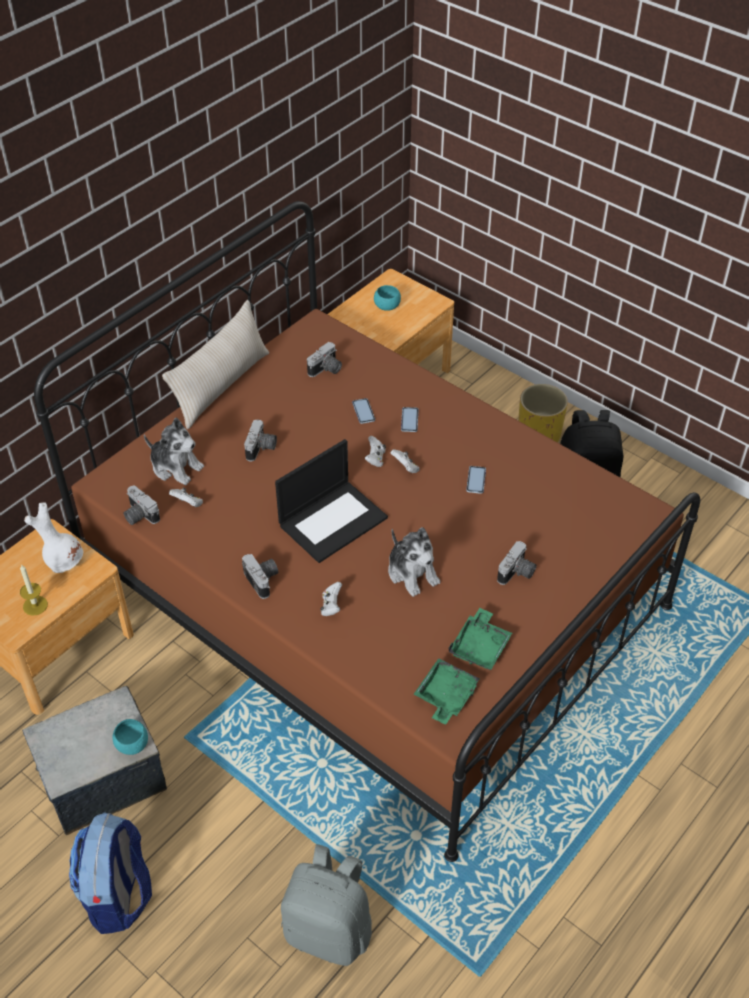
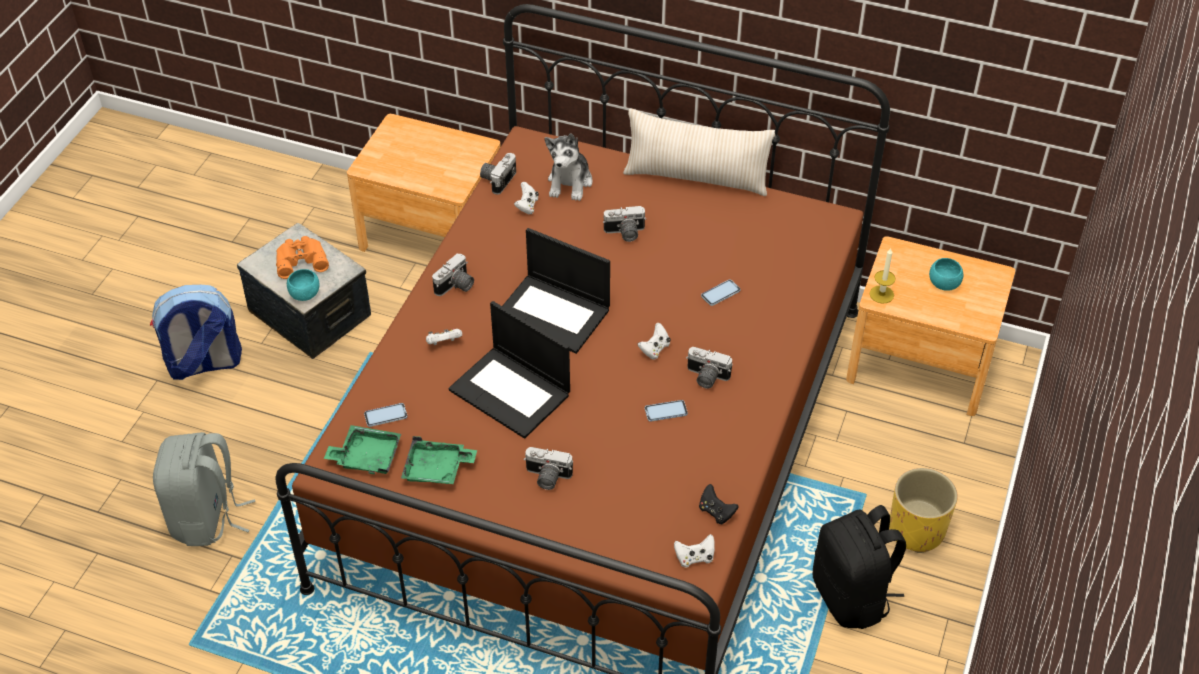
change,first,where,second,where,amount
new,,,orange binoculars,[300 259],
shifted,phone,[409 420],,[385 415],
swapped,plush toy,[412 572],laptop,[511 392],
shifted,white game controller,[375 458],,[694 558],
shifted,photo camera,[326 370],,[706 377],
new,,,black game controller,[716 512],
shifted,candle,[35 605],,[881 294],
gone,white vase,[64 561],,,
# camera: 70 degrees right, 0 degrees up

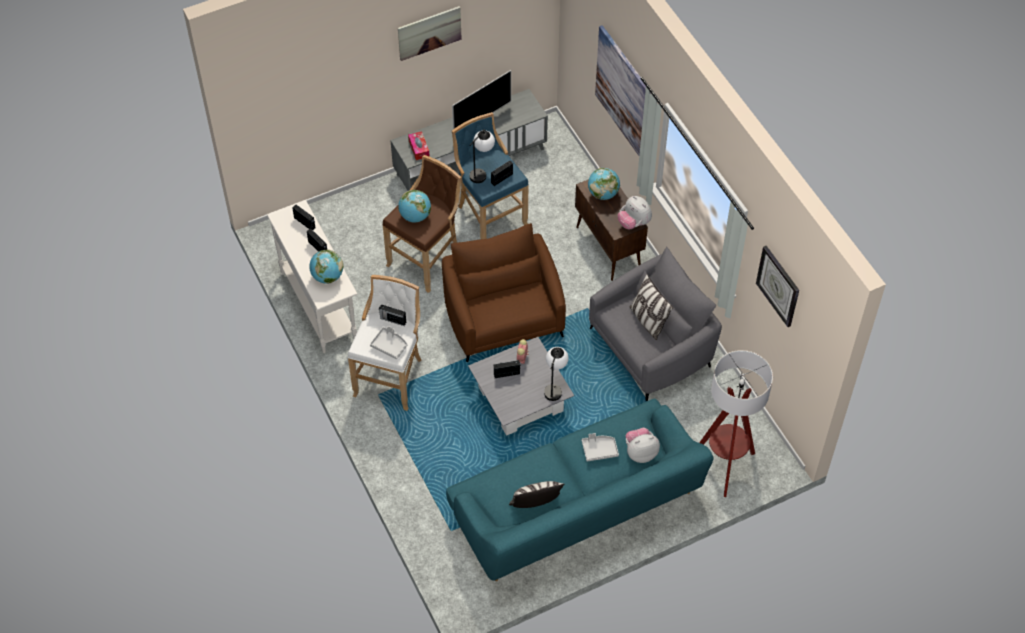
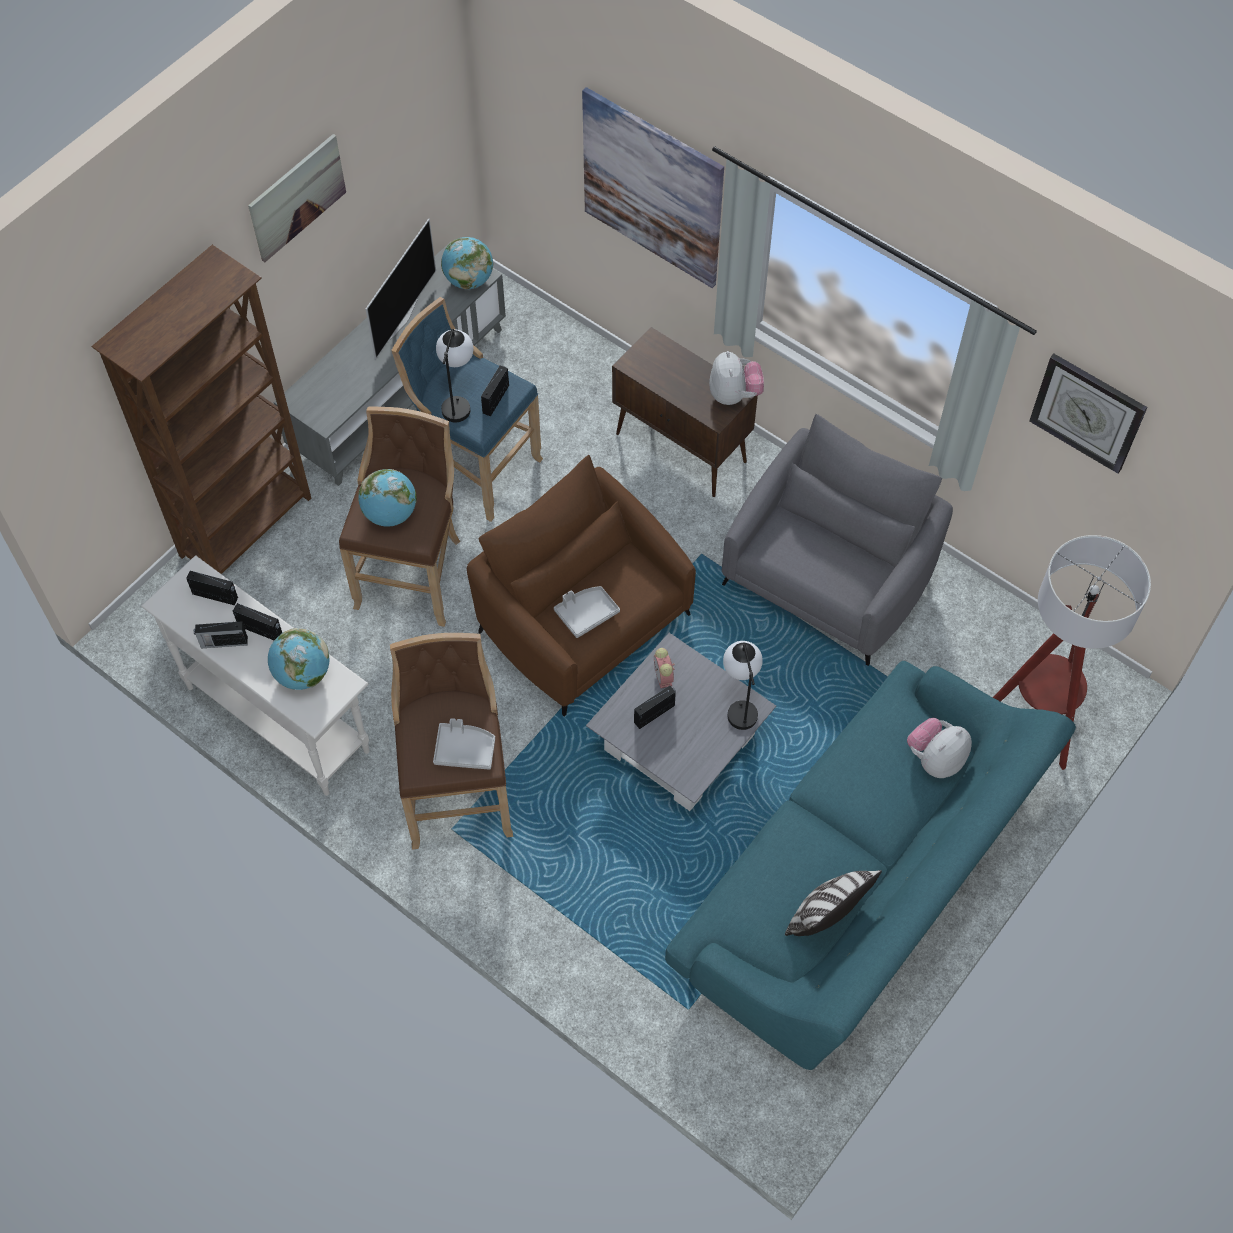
change,first,where,second,where,amount
new,,,brown bookcase,[248 527],
shifted,radio,[392 320],,[223 642],
repainted,white stool,[391 376],brown stool,[457 789],
shifted,globe,[603 194],,[469 280],
shifted,grey tray,[599 450],,[586 614],
rotated,plush toy,[634 223],,[734 395],120 degrees counterclockwise
gone,tissue box,[419 148],,,
gone,pillow,[648 321],,,
# camera: 25 degrees left, 5 degrees up

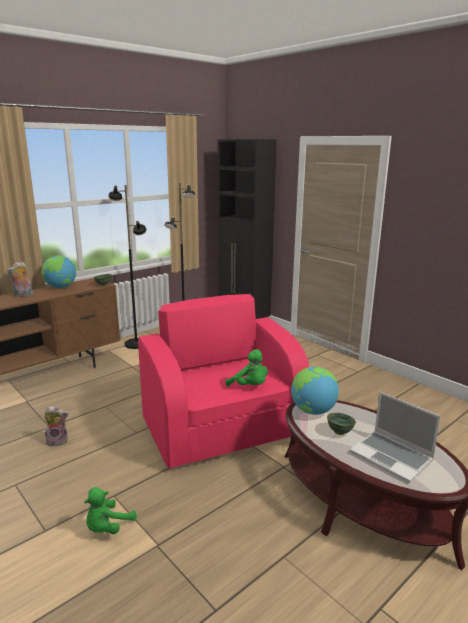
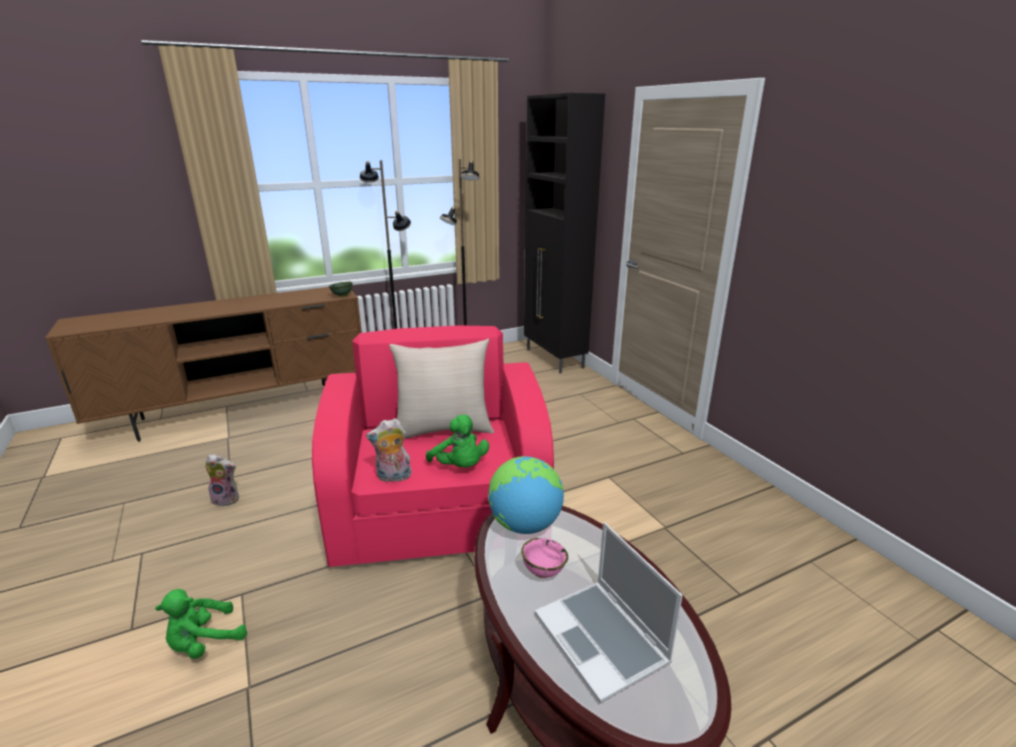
change,first,where,second,where,amount
shifted,plush toy,[22 295],,[393 477],
new,,,beige pillow,[443 429],
repainted,green bowl,[339 432],pink bowl,[542 571],
gone,globe,[60 287],,,
# camera: 15 degrees right, 5 degrees up

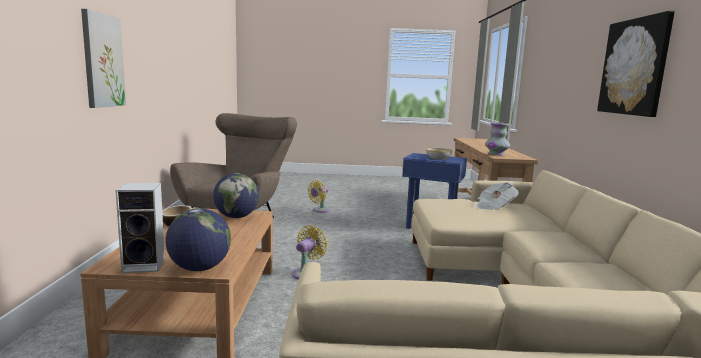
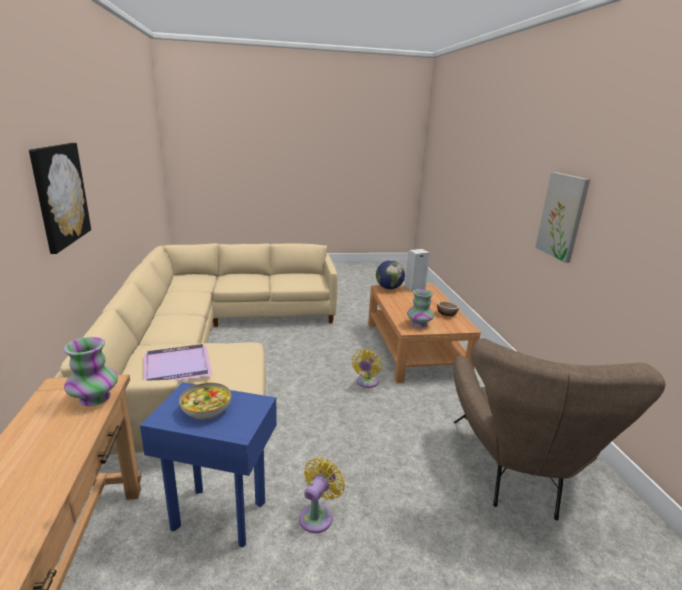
change,first,where,second,where,amount
swapped,newspaper,[494 207],purple tray,[178 365],
shifted,yellow fan,[319 210],,[318 515],
swapped,globe,[236 217],vase,[419 324],
# camera: 170 degrees right, 10 degrees up

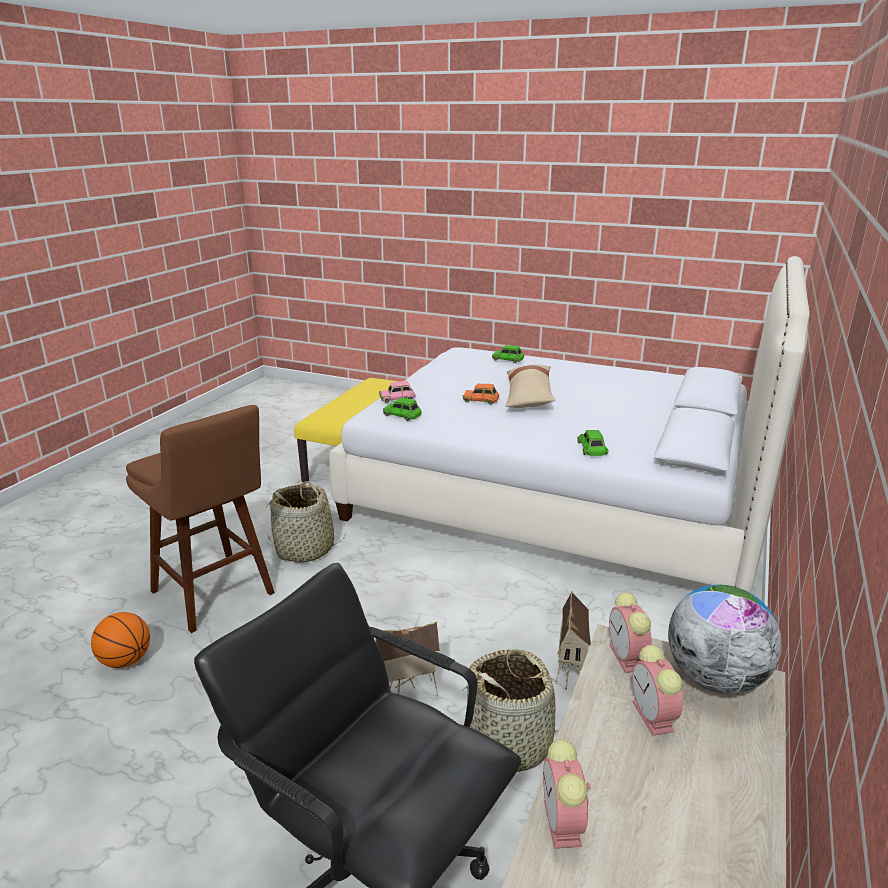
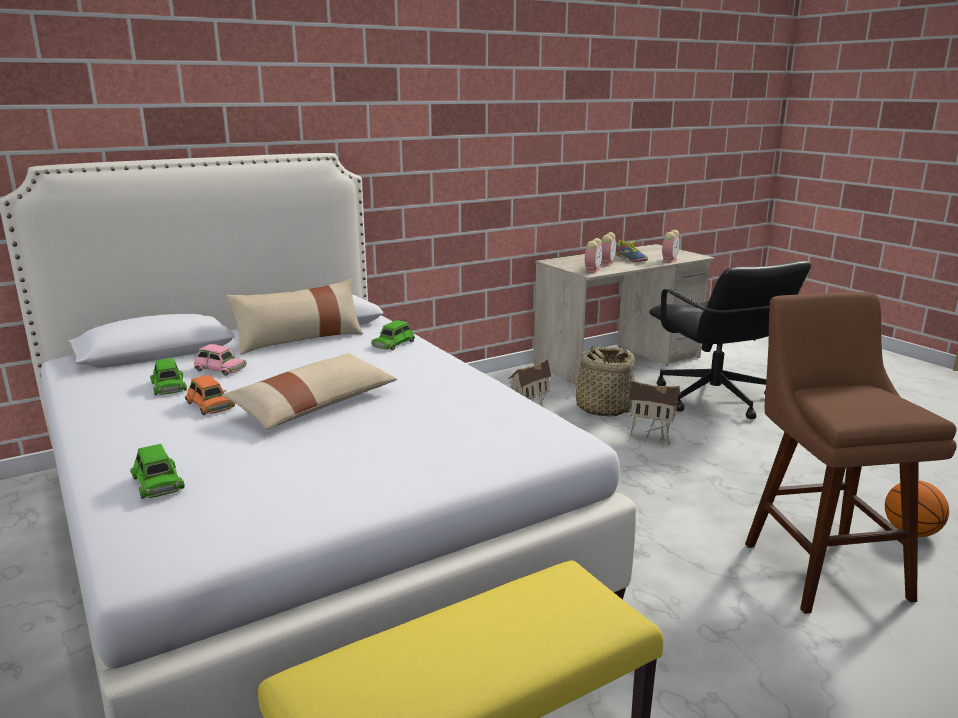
change,first,where,second,where,amount
shifted,green toy car,[402 415],,[168 386],
shifted,orange toy car,[481 400],,[209 404],
shifted,pink toy car,[397 398],,[220 368],
new,,,beige pillow,[300 340],
new,,,shoe,[631 259],
gone,basket,[305 549],,,
gone,globe,[715 678],,,
# camera: 145 degrees left, 5 degrees down

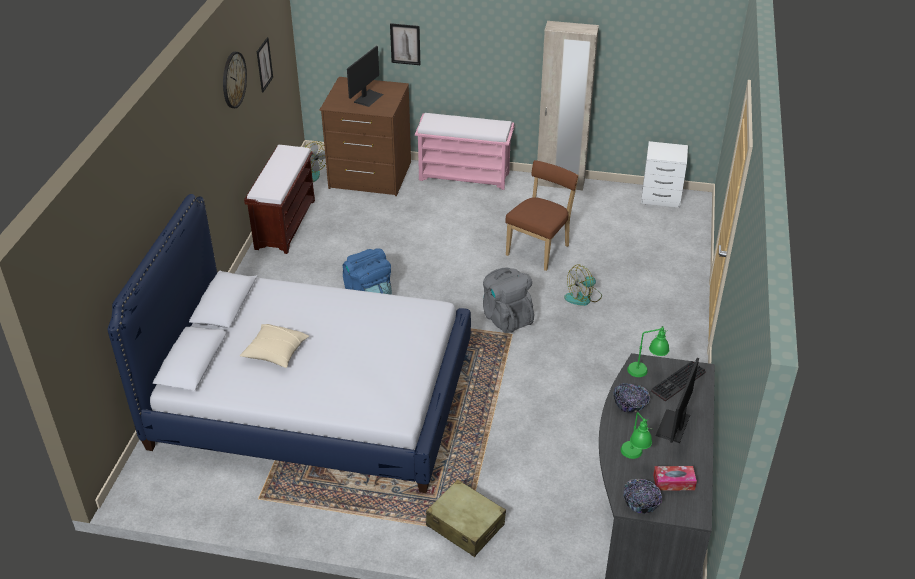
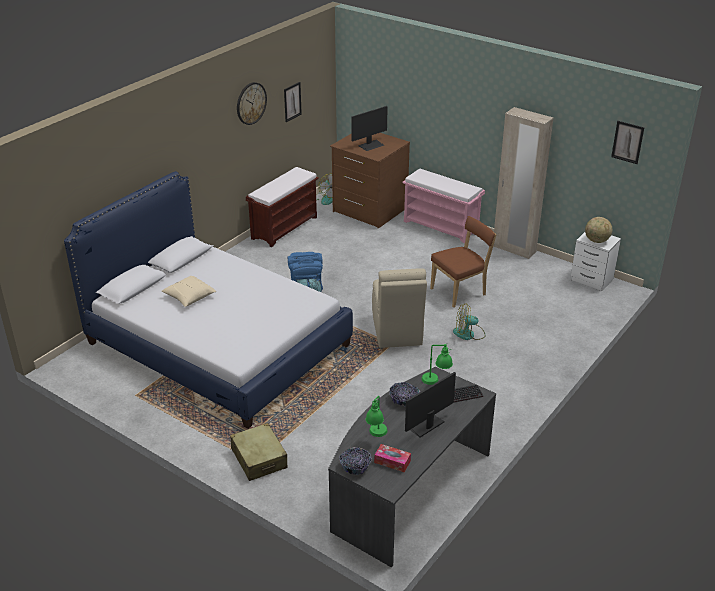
change,first,where,second,where,amount
swapped,grey backpack,[506 317],beige chair,[397 331],
new,,,globe,[596 241],
shifted,picture,[405 44],,[627 142],
# camera: 25 degrees right, 5 degrees down

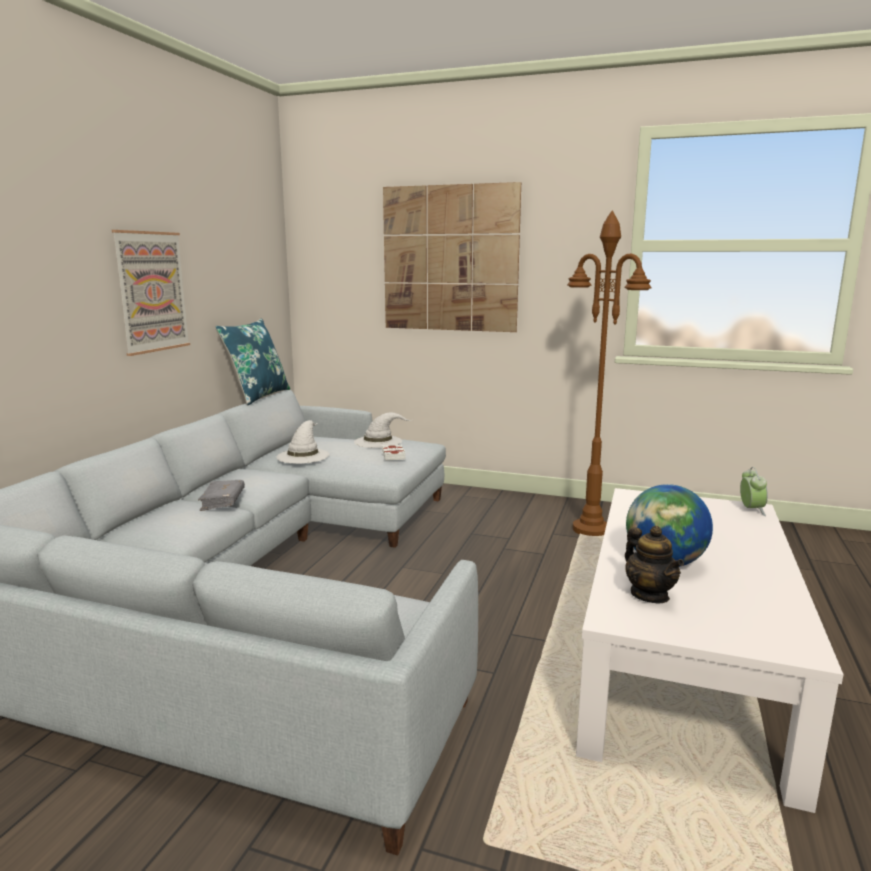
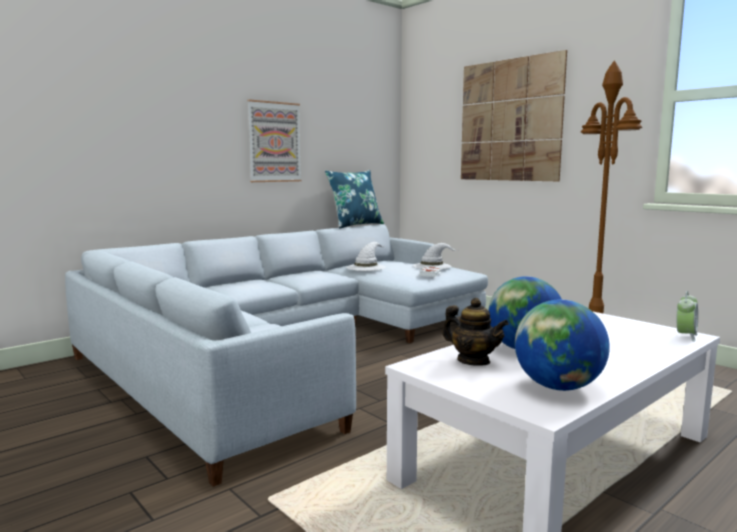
change,first,where,second,where,amount
rotated,teapot,[649 595],,[473 361],60 degrees counterclockwise
new,,,globe,[558 387],
gone,grey book,[223 501],,,
# camera: 30 degrees right, 5 degrees down

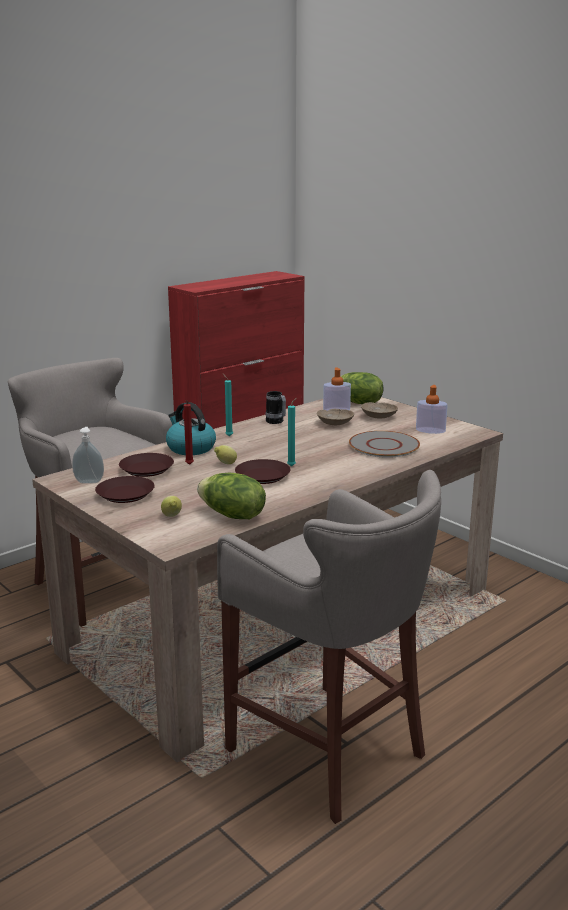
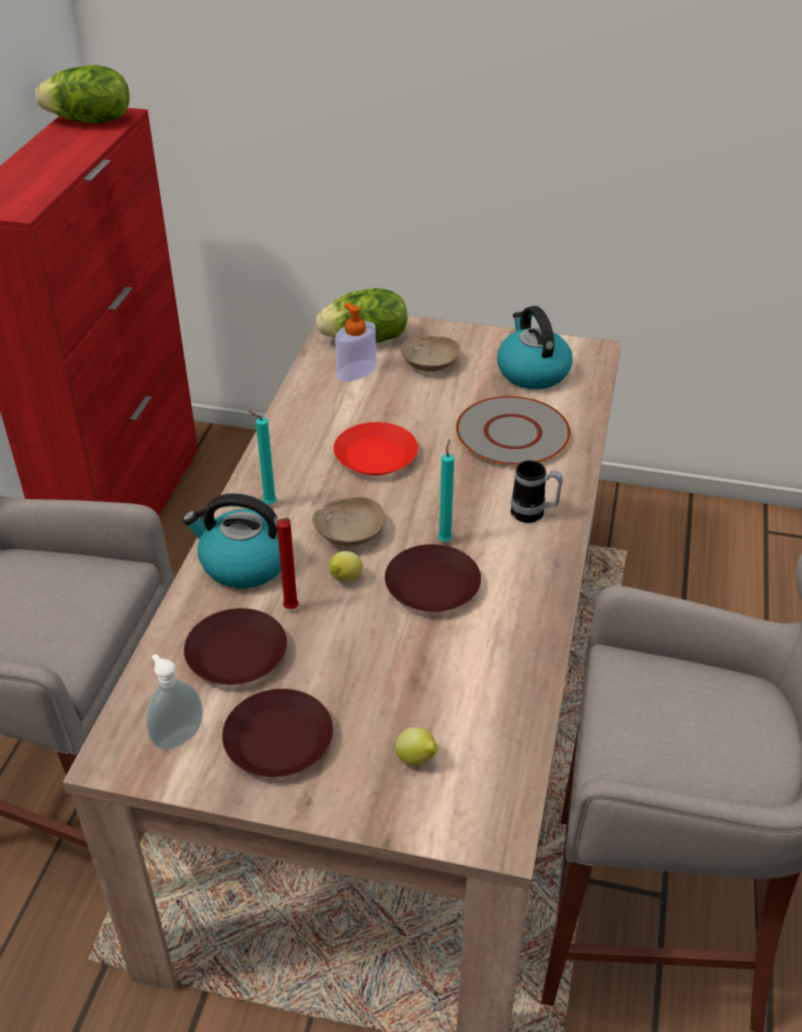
change,first,where,second,where,amount
shifted,lettuce,[232 515],,[90 121],
shifted,beige bowl,[334 423],,[348 532],
new,,,red plate,[375 455],
swapped,soap dispenser,[430 430],kettle,[532 372],
shifted,mug,[276 422],,[534 514],
# camera: 35 degrees left, 20 degrees up

